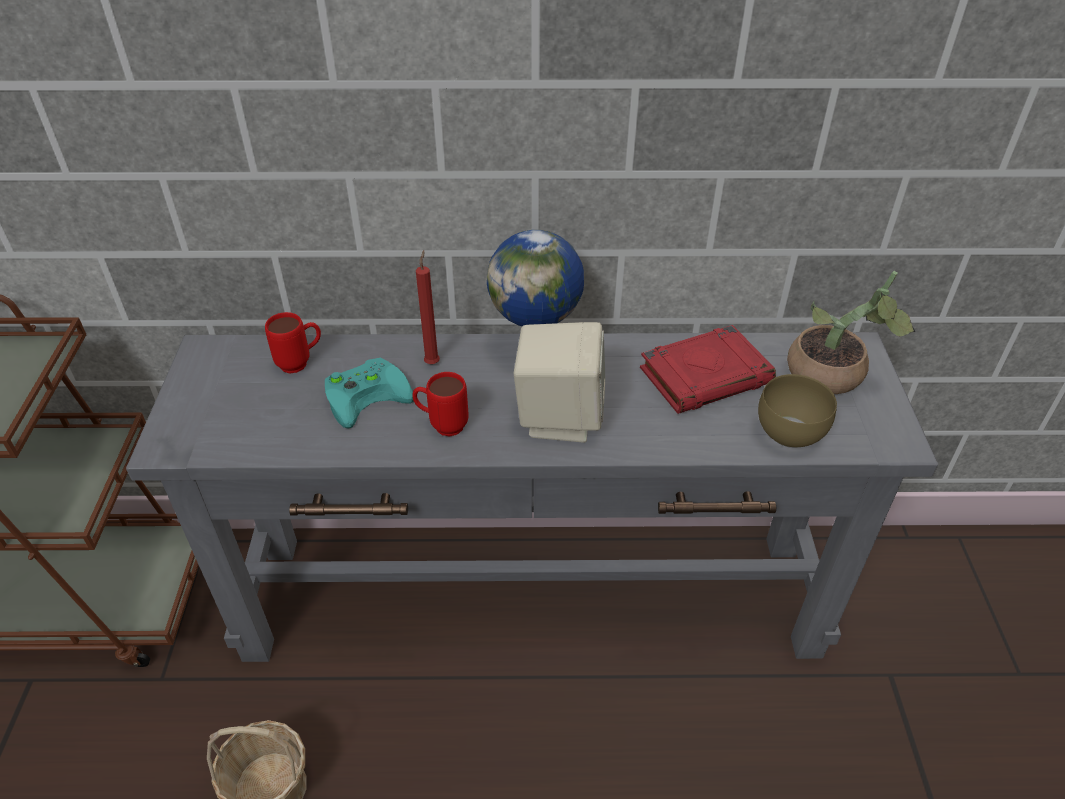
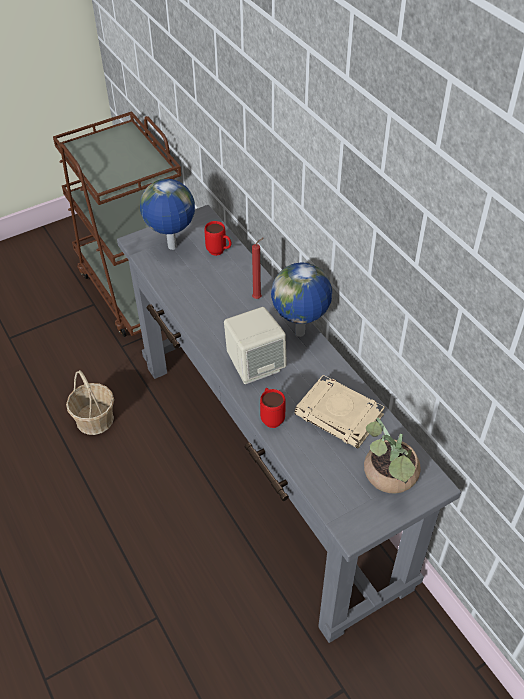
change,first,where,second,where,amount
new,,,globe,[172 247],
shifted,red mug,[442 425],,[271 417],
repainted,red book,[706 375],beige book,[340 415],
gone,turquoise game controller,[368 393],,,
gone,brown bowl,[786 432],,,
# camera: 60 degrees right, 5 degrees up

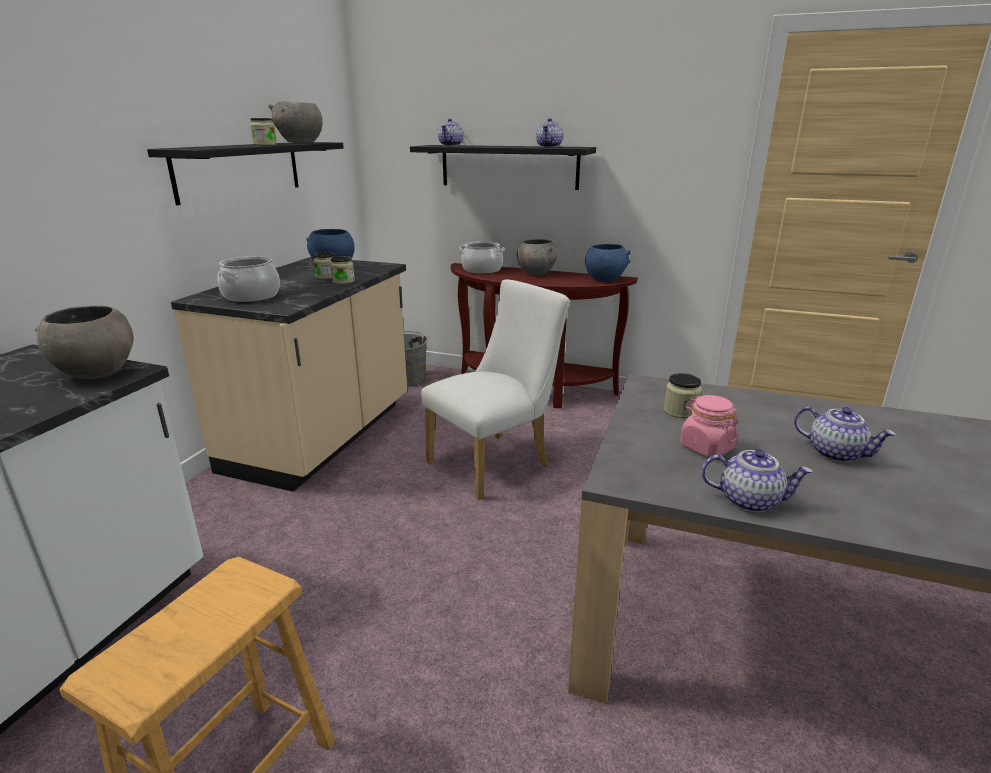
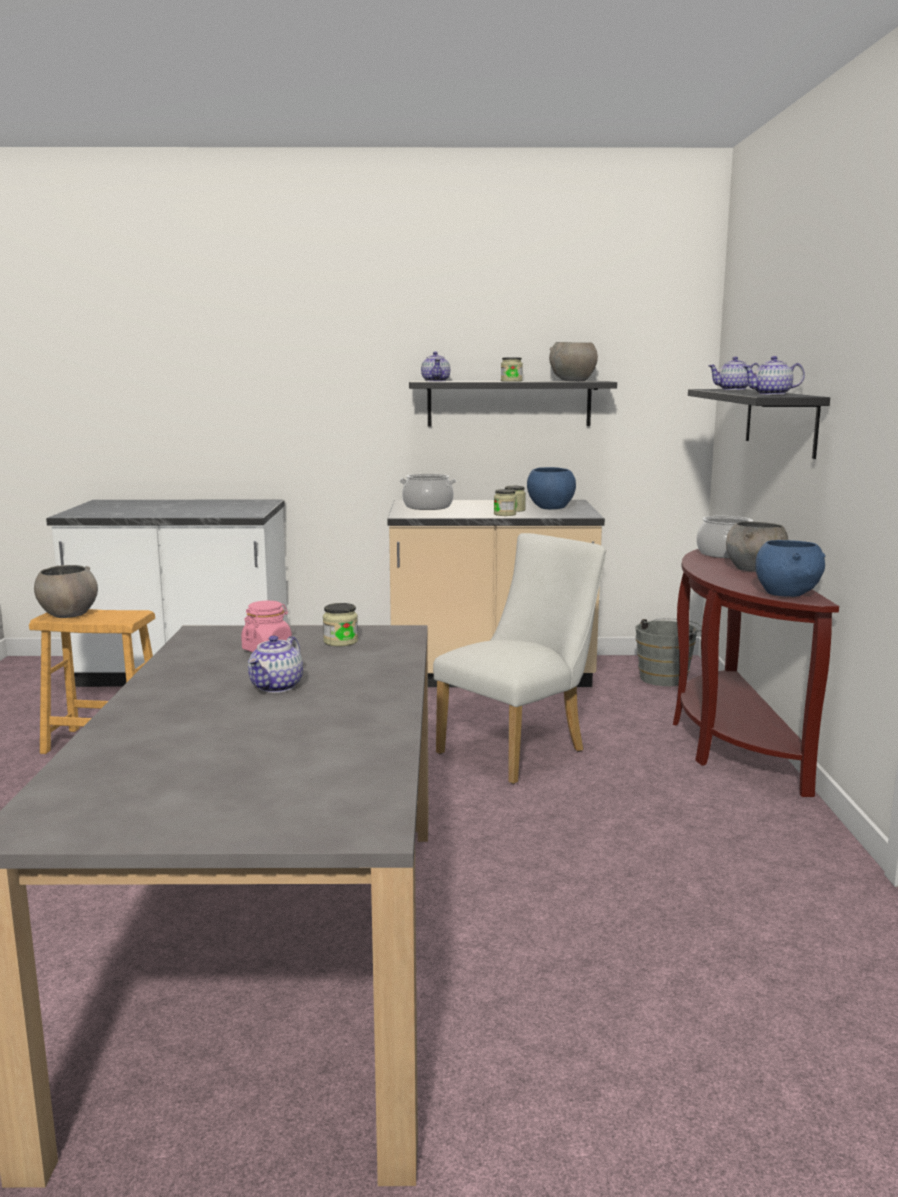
change,first,where,second,where,amount
shifted,grey bowl,[97 372],,[68 614],
shifted,teapot,[749 500],,[436 381],
rotated,white chair,[495 462],,[519 750],75 degrees counterclockwise
# camera: 70 degrees right, 10 degrees down

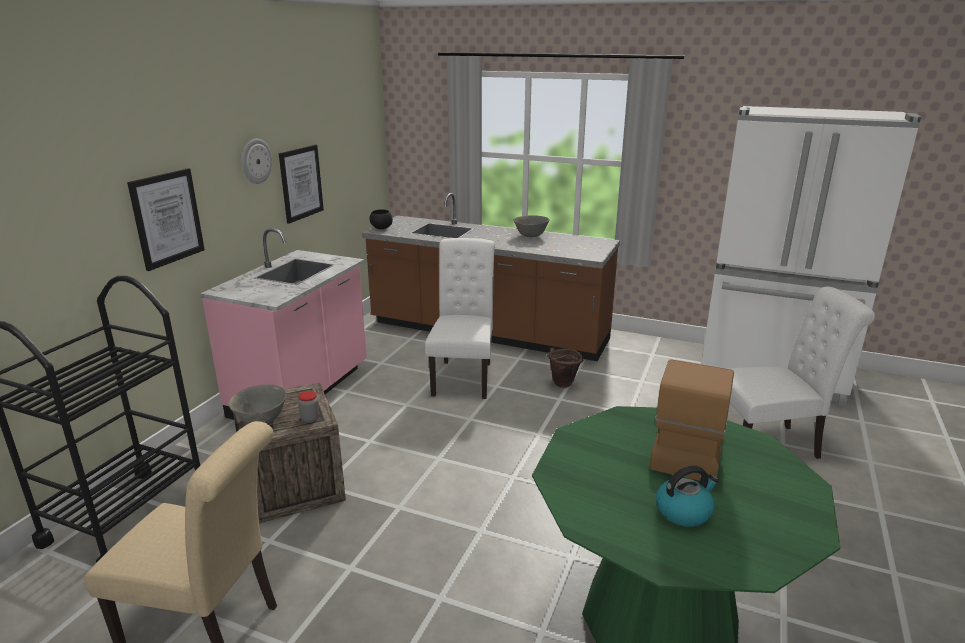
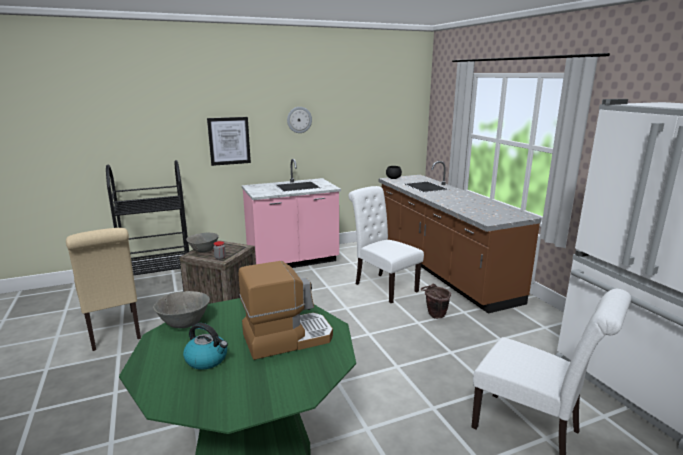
change,first,where,second,where,amount
shifted,grey bowl,[531 236],,[184 324],
rotated,white chair,[464 376],,[382 286],90 degrees counterclockwise
gone,picture,[301 183],,,
# camera: 45 degrees right, 5 degrees down

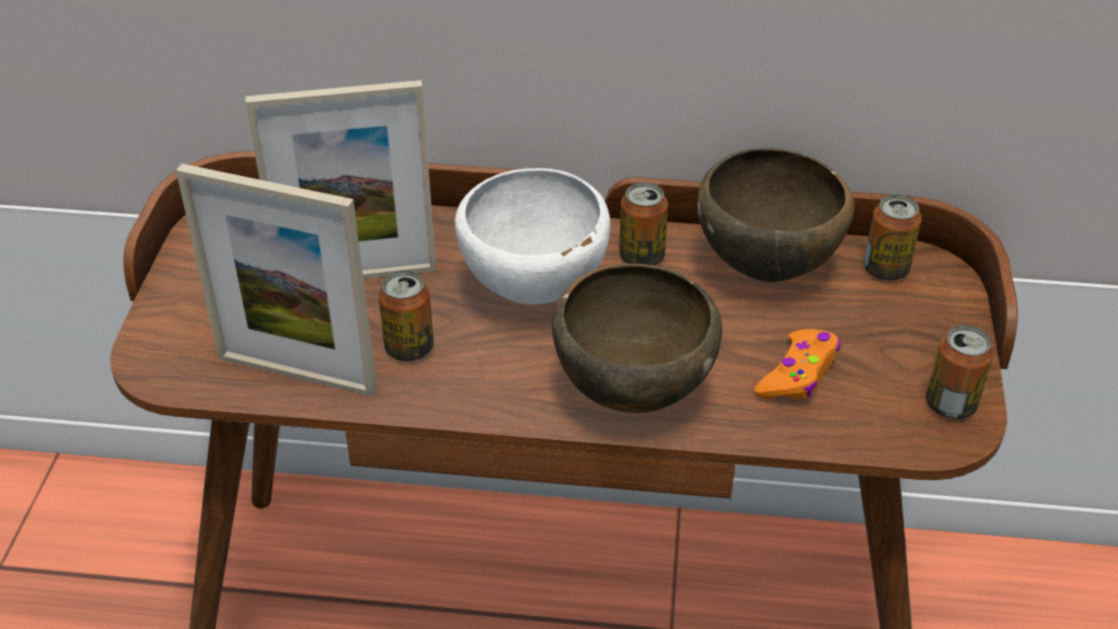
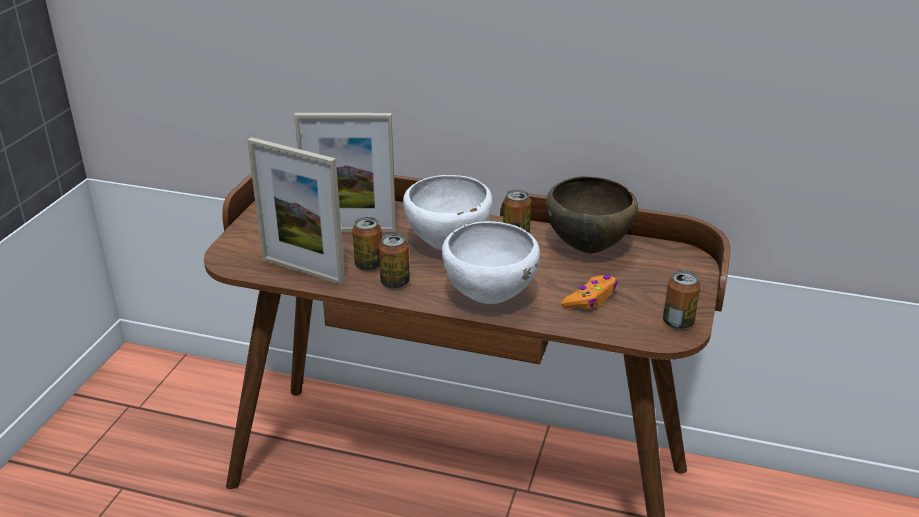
change,first,where,second,where,amount
shifted,can,[886 269],,[395 282],
repainted,brown bowl,[631 394],white bowl,[488 298],
# camera: 10 degrees right, 10 degrees down

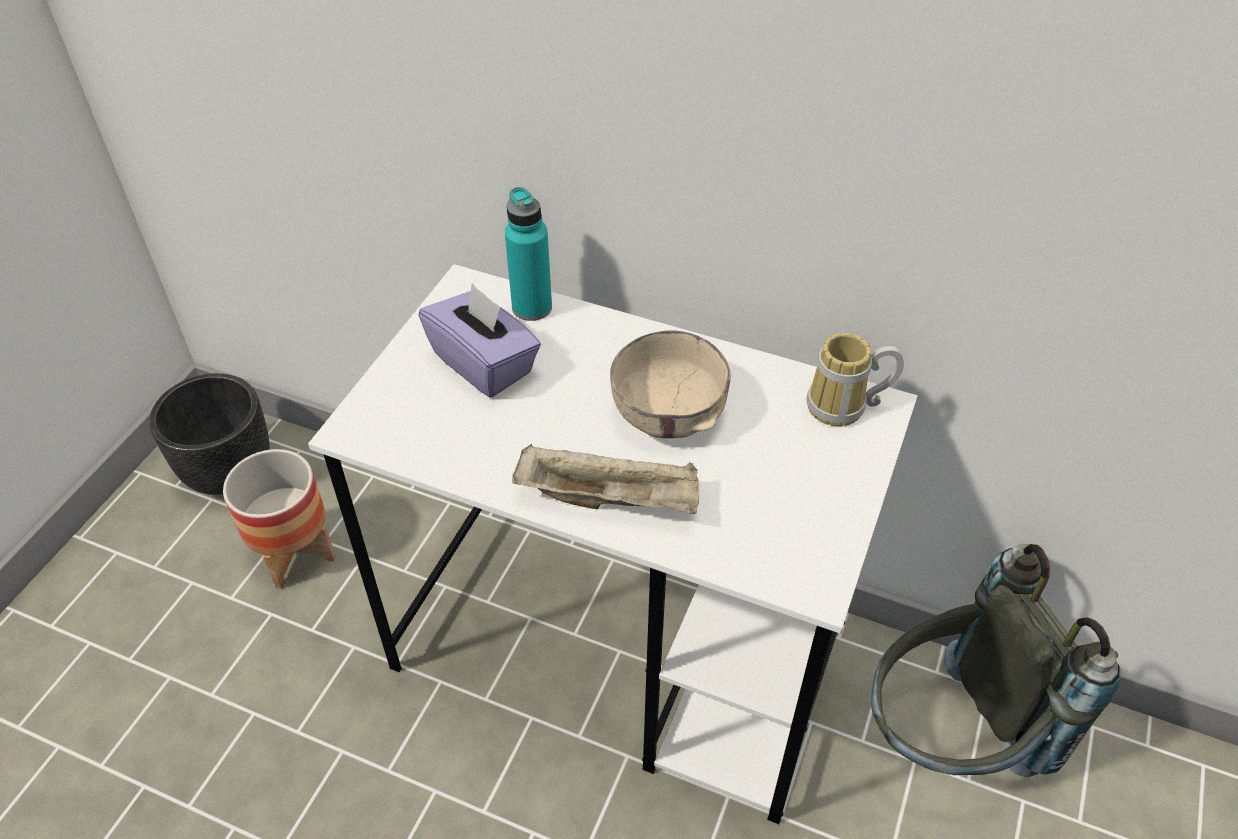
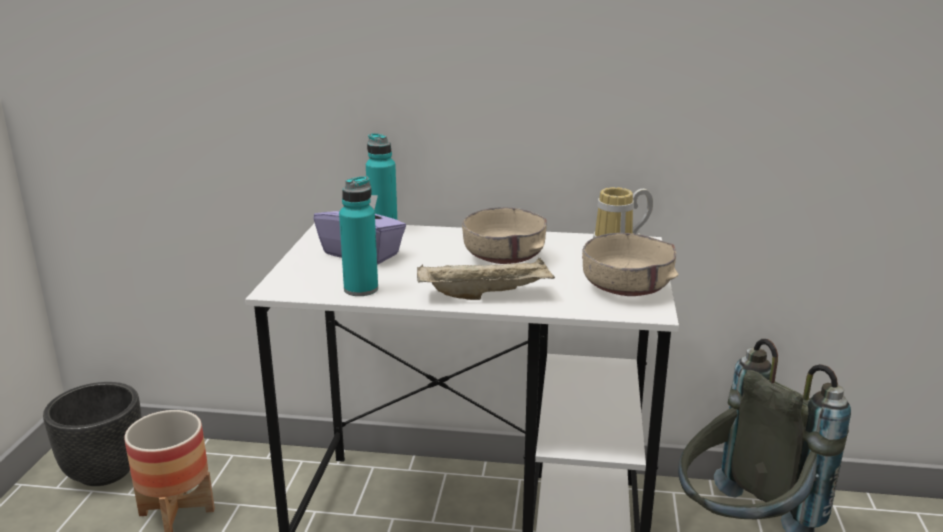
change,first,where,second,where,amount
new,,,turquoise bottle,[361 289],
new,,,beige bowl,[625 288],
# camera: 15 degrees left, 25 degrees down

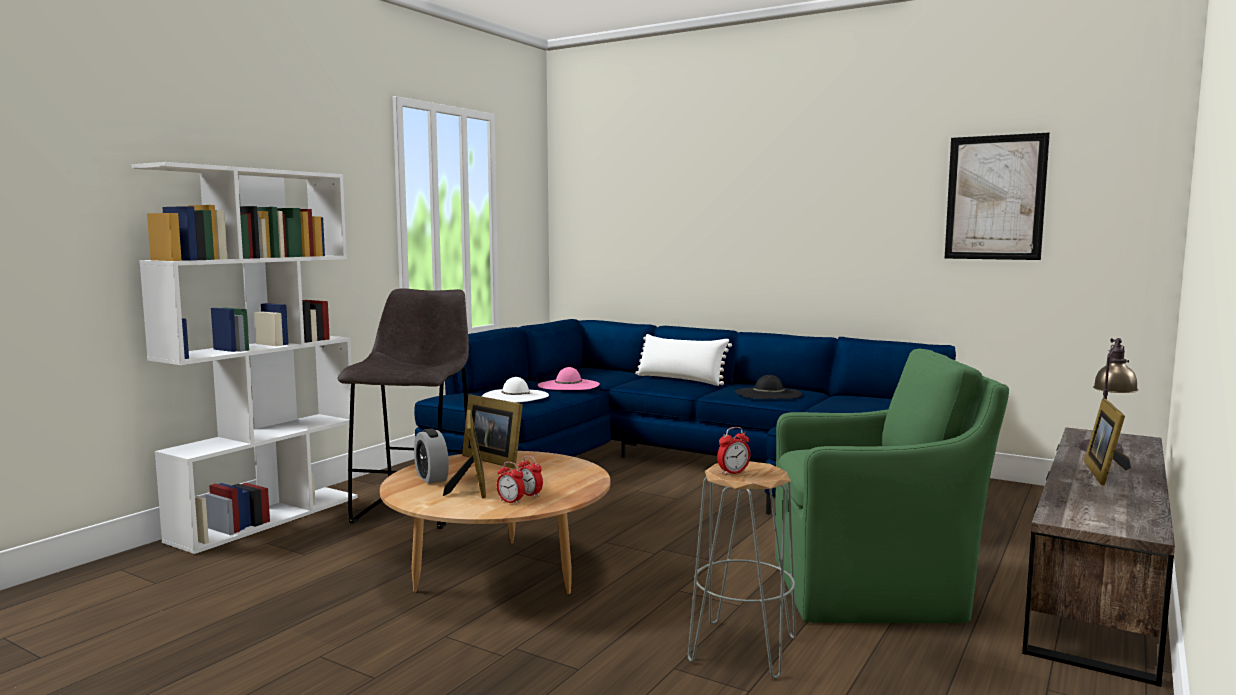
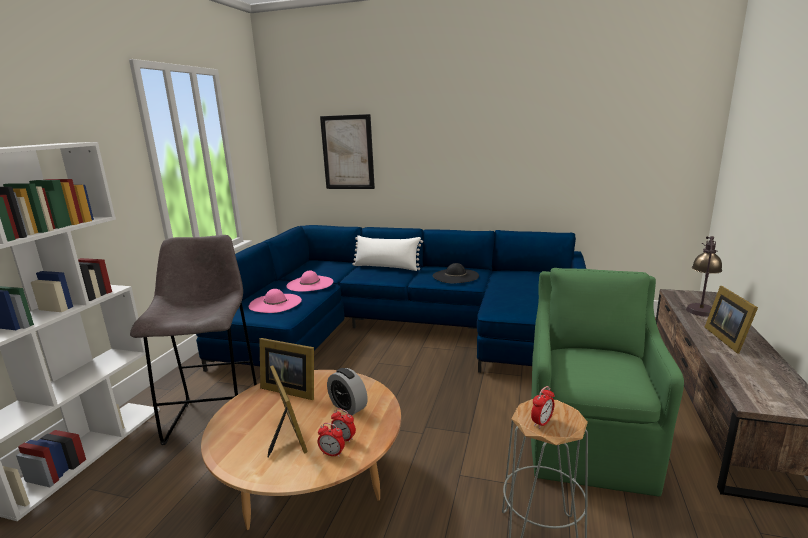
change,first,where,second,where,amount
repainted,white hat,[515 396],pink hat,[275 303],
shifted,picture,[995 197],,[347 152],
shifted,alarm clock,[431 478],,[348 406],
rotated,green armchair,[873 590],,[589 443],60 degrees counterclockwise
# camera: 15 degrees left, 10 degrees up

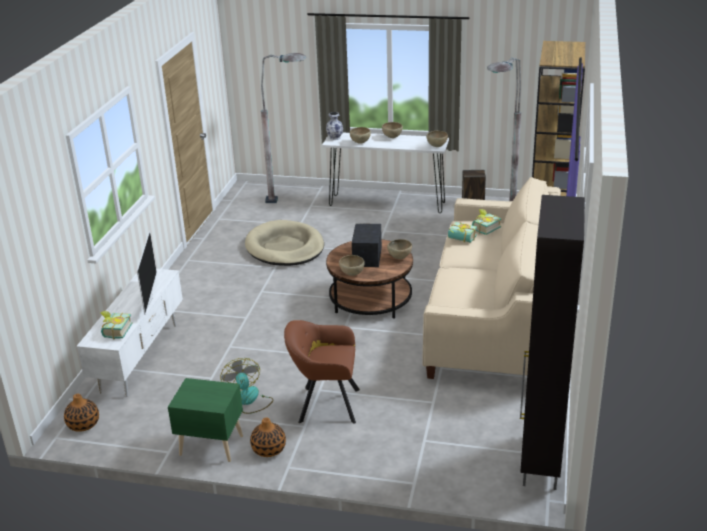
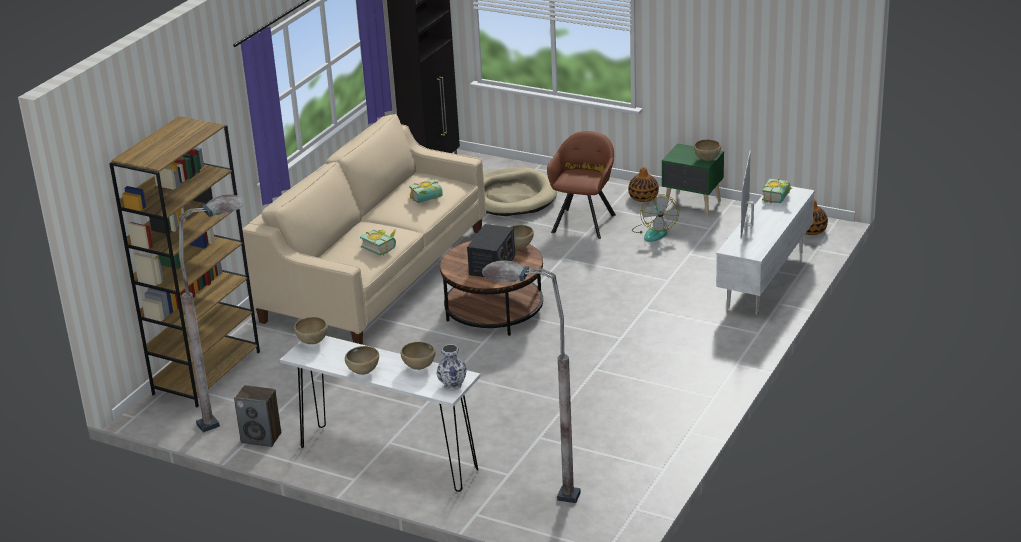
change,first,where,second,where,amount
shifted,book,[484 228],,[427 199],
shifted,beige dog bed,[285 247],,[511 197],
rotated,brown armchair,[325 404],,[584 221],90 degrees counterclockwise
shifted,brown bowl,[400 258],,[707 159],
# camera: 165 degrees left, 0 degrees up

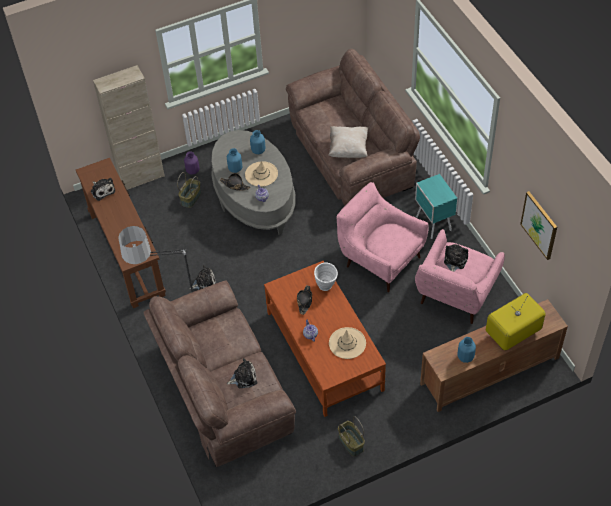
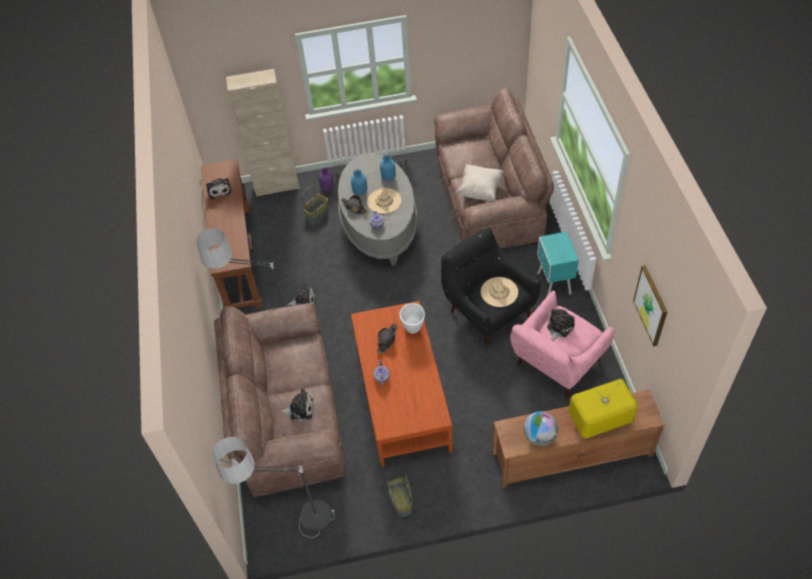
change,first,where,second,where,amount
new,,,floor lamp,[291 522],
repainted,pink armchair,[380 259],black armchair,[487 311],
shifted,beige hat,[347 343],,[499 292],
swapped,blue vase,[465 357],globe,[539 436],
# camera: 15 degrees right, 0 degrees up

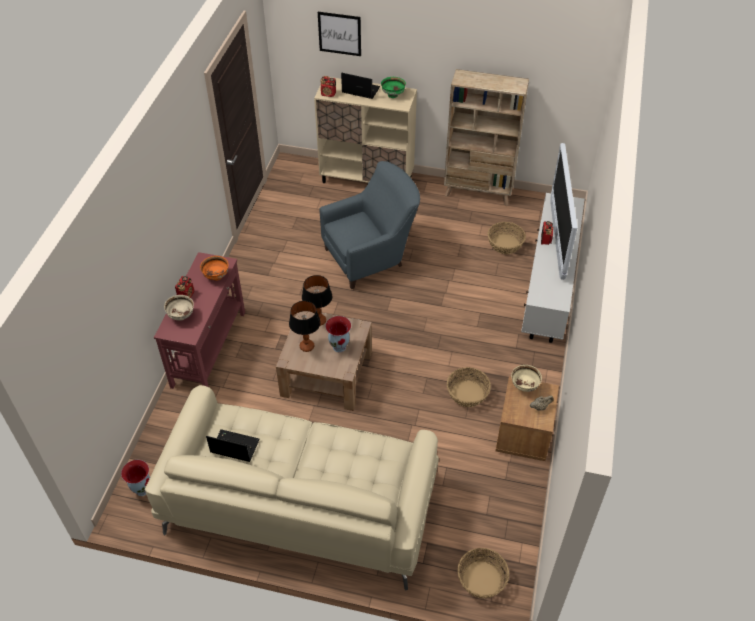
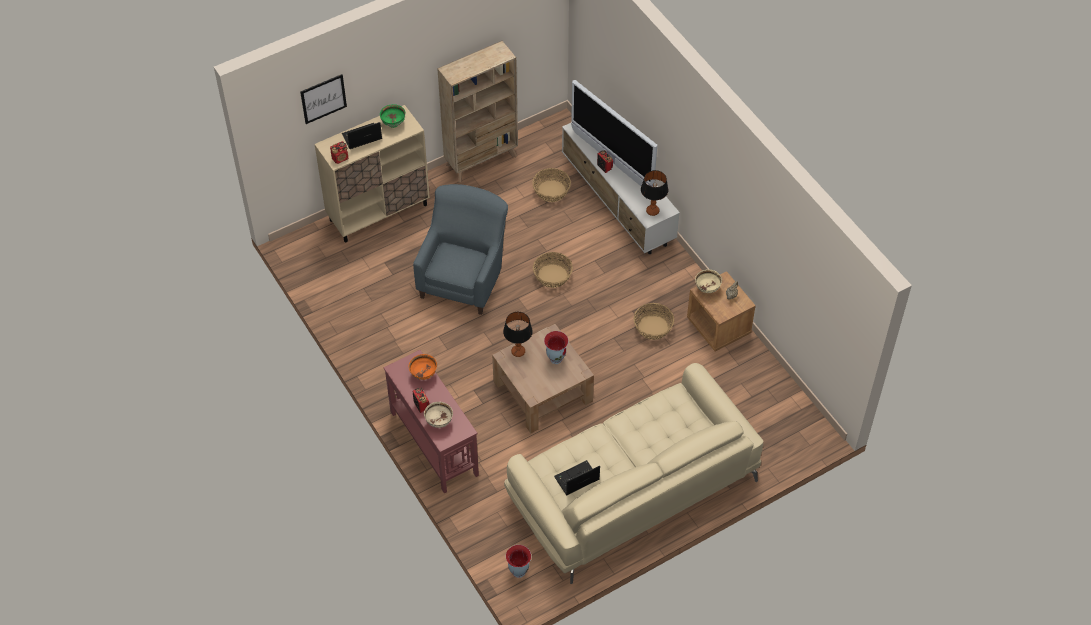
change,first,where,second,where,amount
shifted,basket,[481 579],,[552 276],
shifted,table lamp,[306 346],,[652 211],
# camera: 45 degrees left, 5 degrees up

